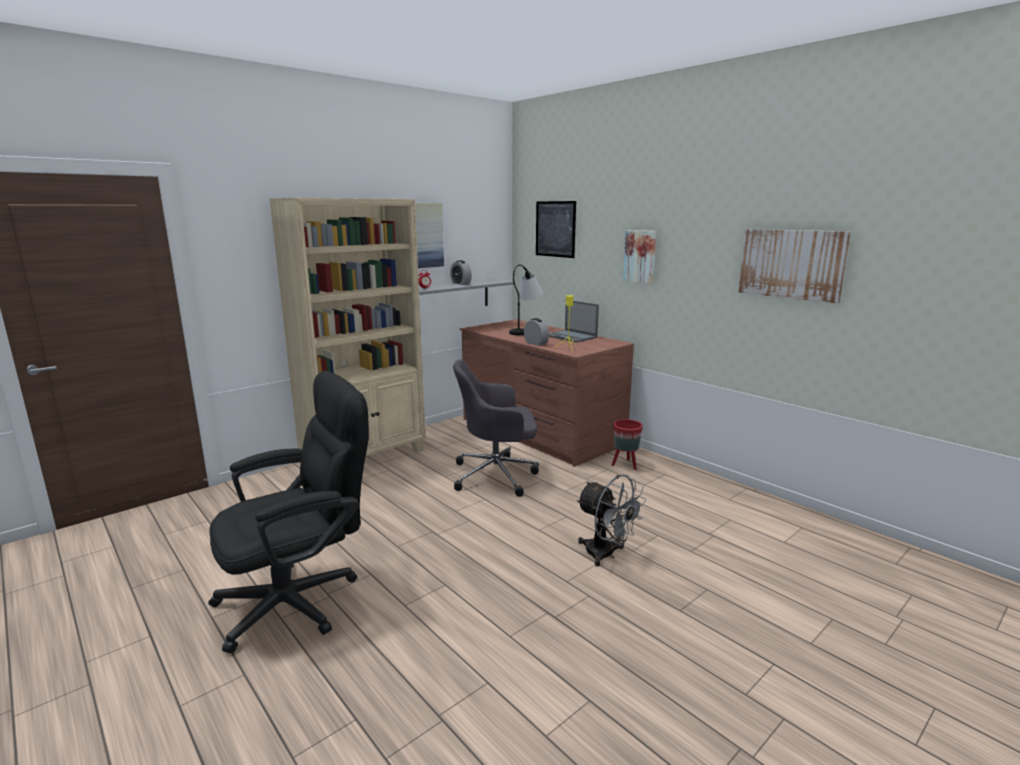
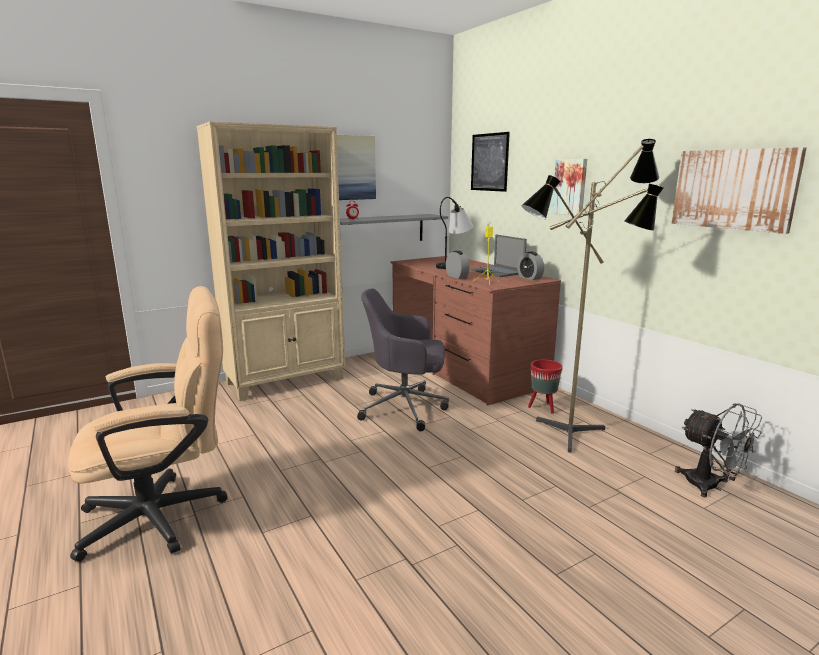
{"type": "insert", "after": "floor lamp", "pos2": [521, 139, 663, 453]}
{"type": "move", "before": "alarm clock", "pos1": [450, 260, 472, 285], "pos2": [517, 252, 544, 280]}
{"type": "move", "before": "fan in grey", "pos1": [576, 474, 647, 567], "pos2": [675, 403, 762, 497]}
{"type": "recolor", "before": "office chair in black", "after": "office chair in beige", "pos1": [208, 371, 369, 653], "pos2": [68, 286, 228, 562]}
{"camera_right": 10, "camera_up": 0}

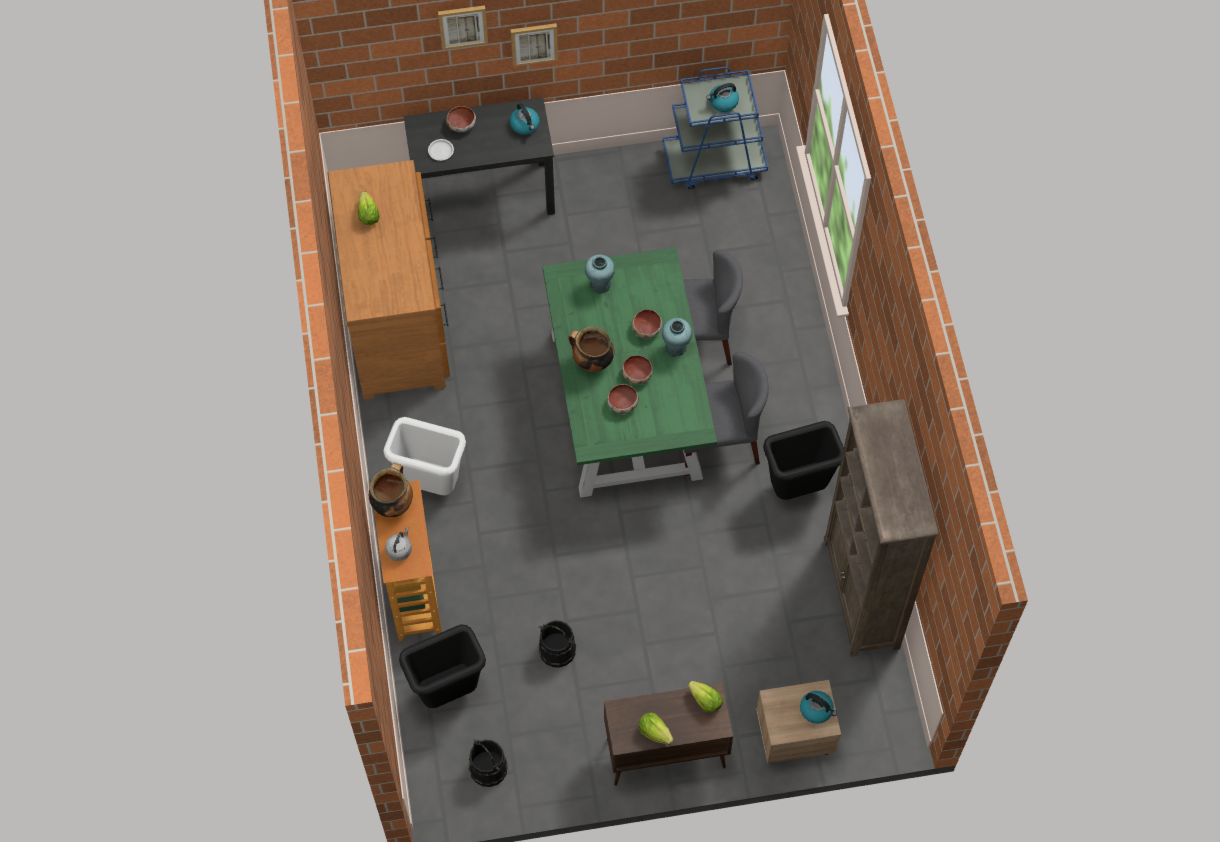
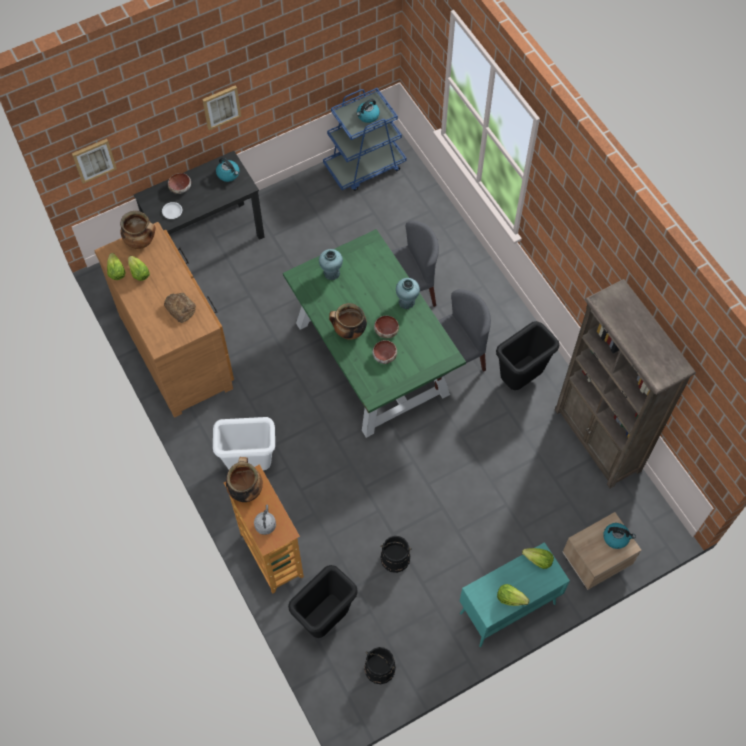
{"type": "delete", "before": "bowl", "pos1": [632, 309, 662, 338]}
{"type": "insert", "after": "lettuce", "pos2": [107, 253, 125, 280]}
{"type": "insert", "after": "cooking pot", "pos2": [120, 211, 156, 249]}
{"type": "insert", "after": "bread", "pos2": [164, 293, 196, 323]}
{"type": "move", "before": "picture", "pos1": [438, 5, 488, 50], "pos2": [72, 139, 117, 184]}
{"type": "recolor", "before": "cabinet in brown", "after": "cabinet in turquoise", "pos1": [604, 683, 733, 786], "pos2": [460, 542, 570, 647]}
{"camera_right": -20, "camera_up": 0}

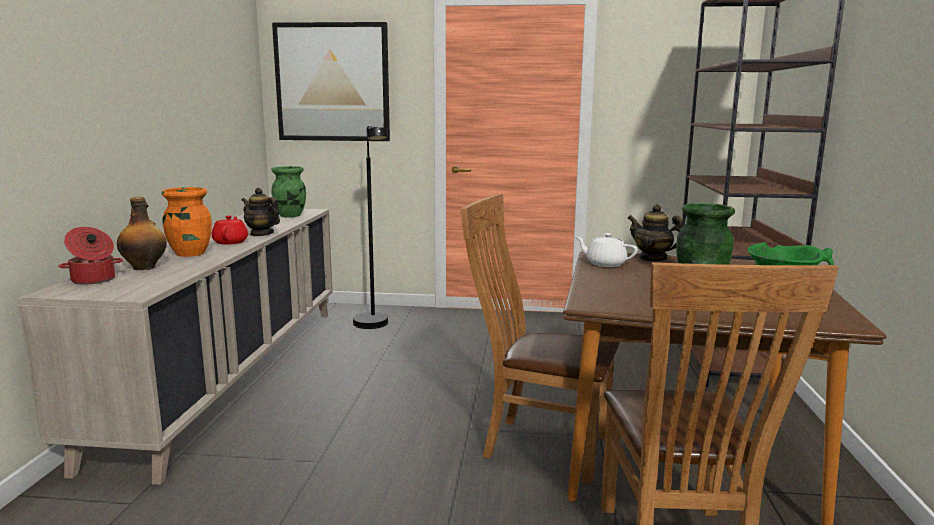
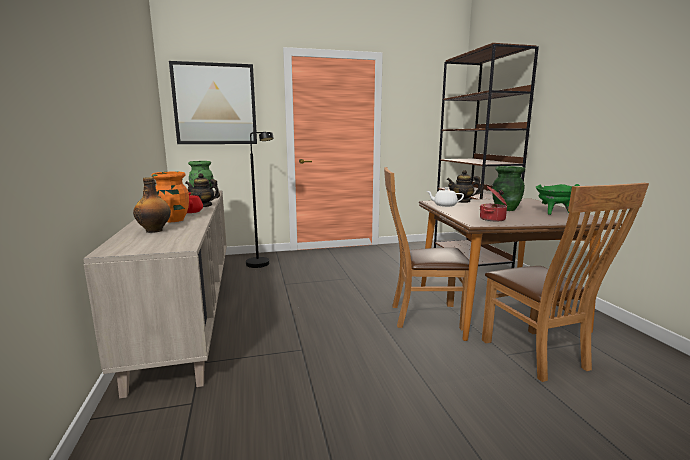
{"type": "move", "before": "cooking pot", "pos1": [58, 227, 123, 285], "pos2": [479, 186, 507, 221]}
{"camera_right": -20, "camera_up": 0}

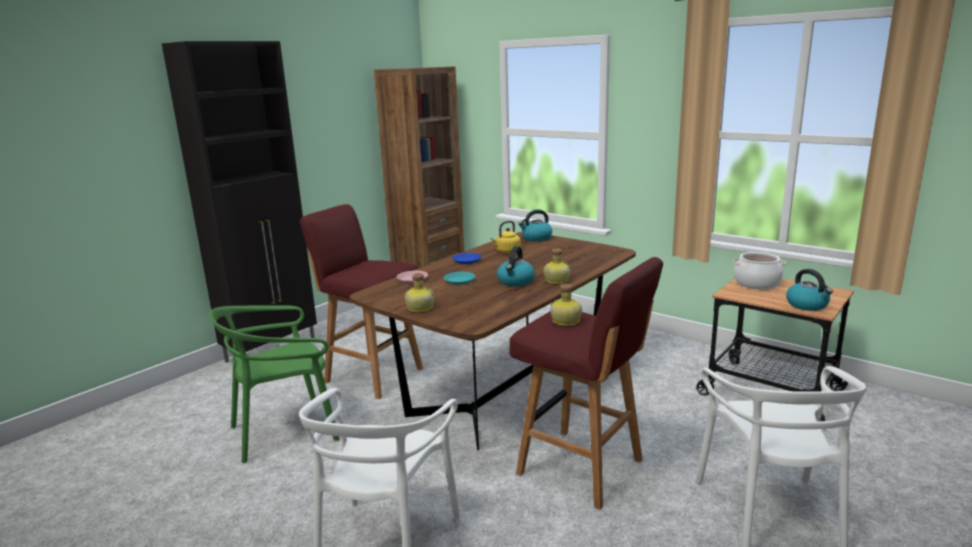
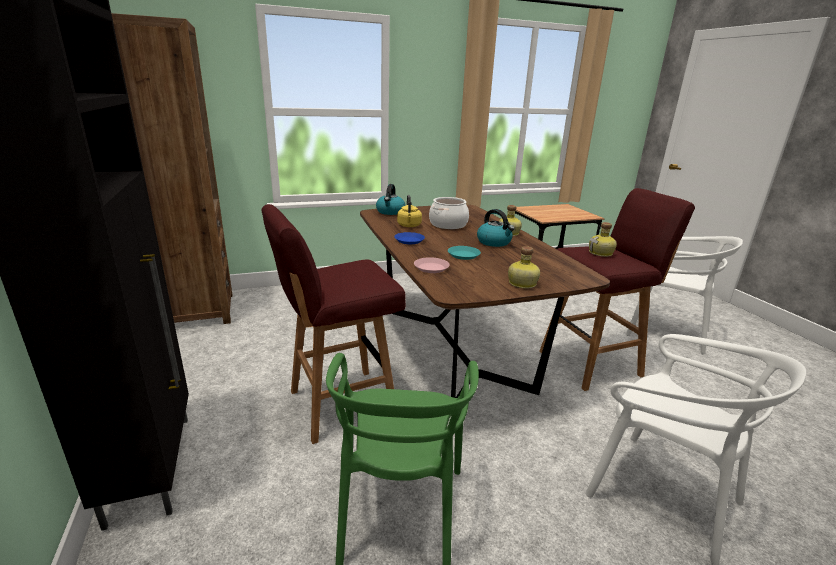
{"type": "delete", "before": "kettle", "pos1": [786, 269, 833, 311]}
{"type": "move", "before": "cooking pot", "pos1": [733, 252, 786, 290], "pos2": [429, 197, 469, 229]}
{"camera_right": -60, "camera_up": 5}

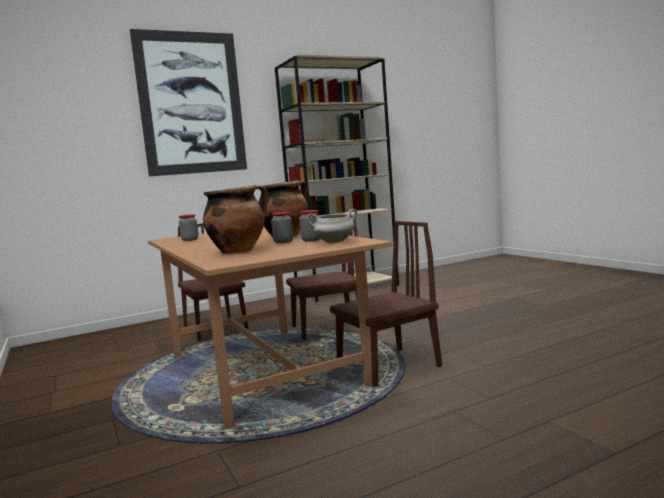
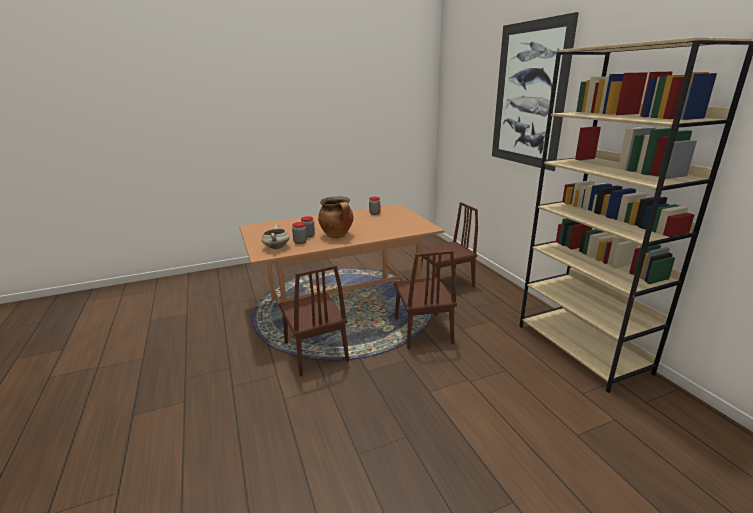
{"type": "delete", "before": "cooking pot", "pos1": [203, 185, 268, 254]}
{"camera_right": 95, "camera_up": 15}

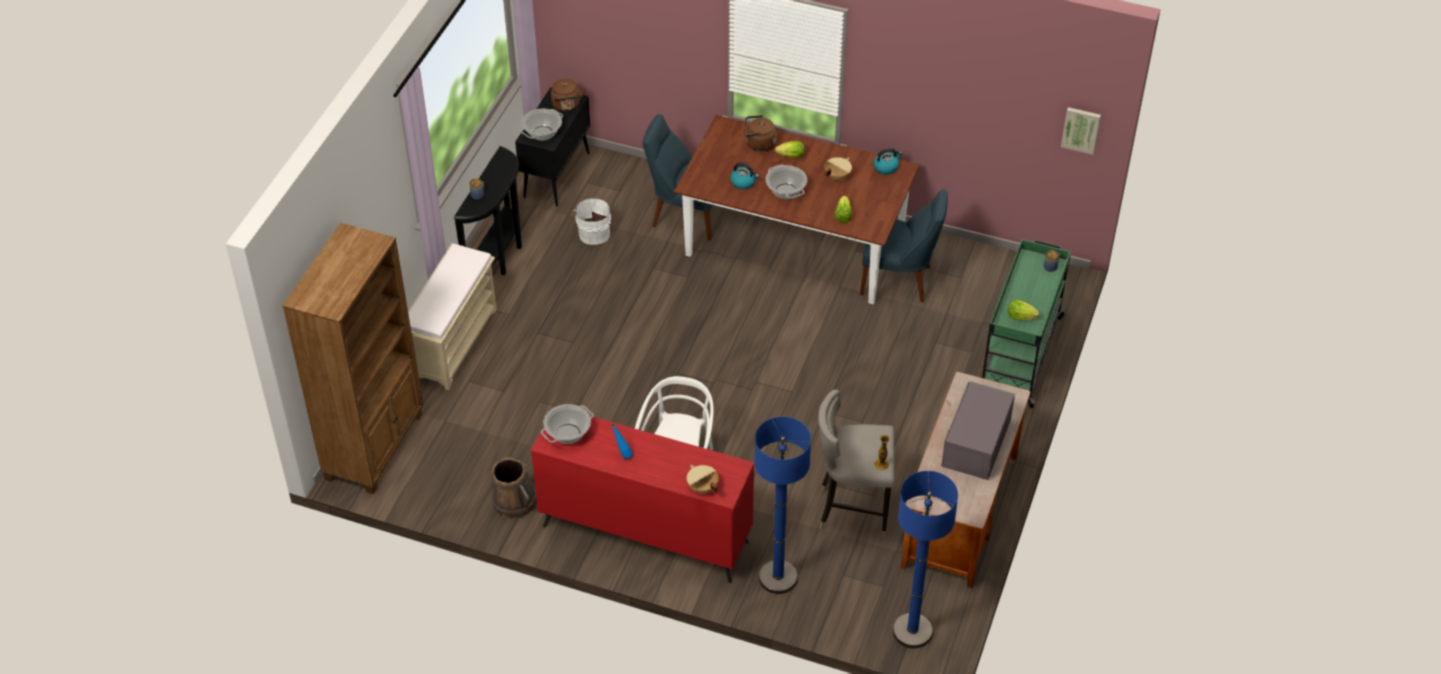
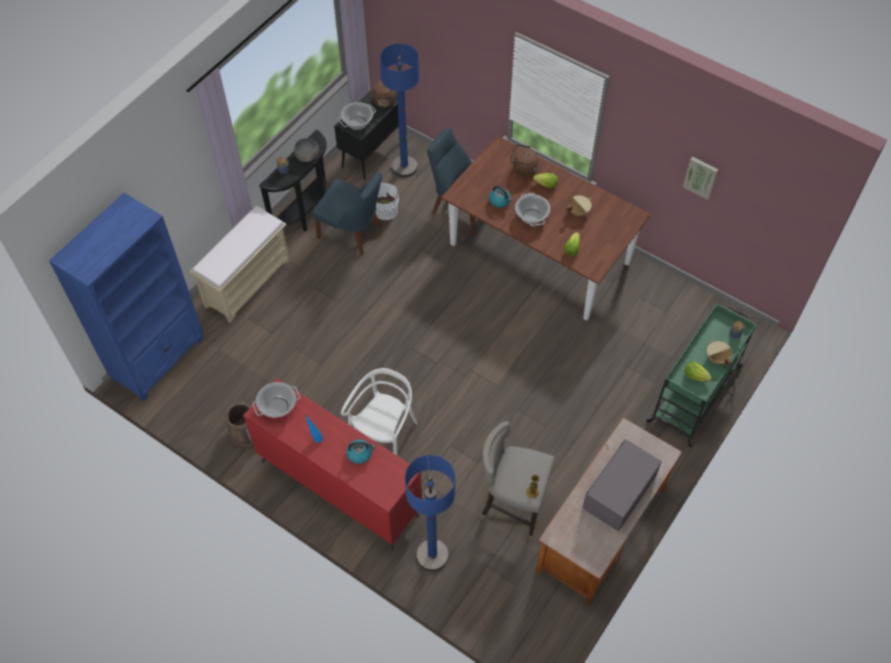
{"type": "insert", "after": "bowl in grey", "pos2": [294, 138, 319, 162]}
{"type": "move", "before": "cooking pot in beige", "pos1": [687, 465, 719, 494], "pos2": [707, 339, 732, 367]}
{"type": "move", "before": "chair in blue", "pos1": [860, 189, 948, 302], "pos2": [313, 171, 382, 256]}
{"type": "move", "before": "kettle", "pos1": [873, 148, 902, 175], "pos2": [346, 439, 375, 464]}
{"type": "move", "before": "floor lamp in blue", "pos1": [893, 471, 958, 648], "pos2": [380, 44, 419, 177]}
{"type": "move", "before": "picture", "pos1": [1061, 107, 1101, 155], "pos2": [683, 157, 719, 200]}
{"type": "recolor", "before": "bookcase in brown", "after": "bookcase in blue", "pos1": [282, 223, 423, 494], "pos2": [49, 193, 204, 401]}
{"camera_right": 15, "camera_up": 10}

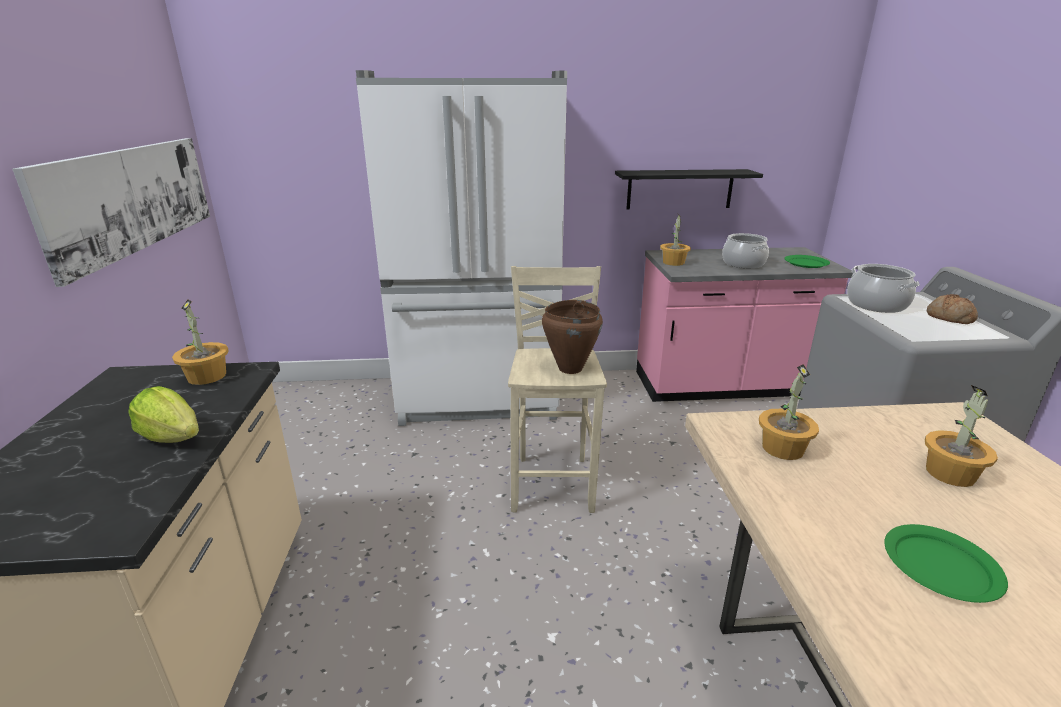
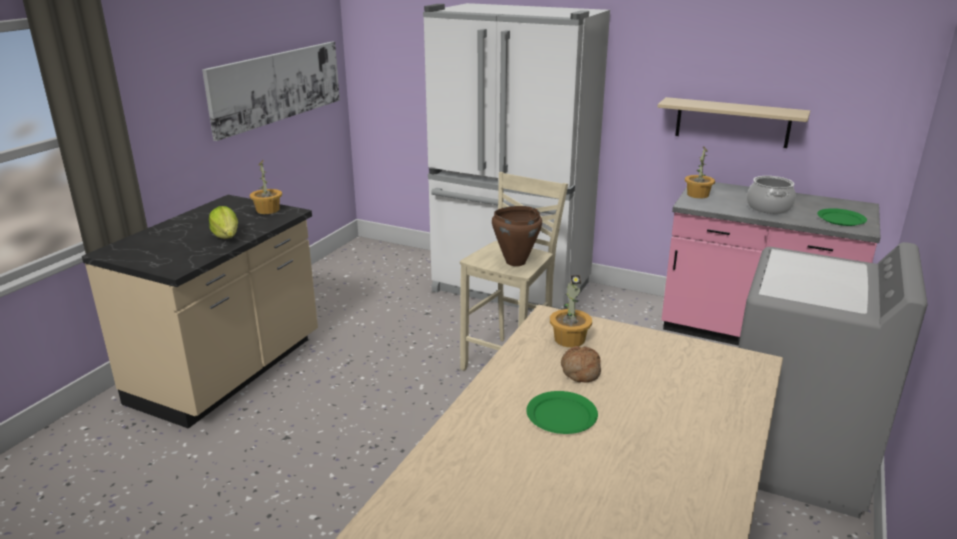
{"type": "delete", "before": "cooking pot", "pos1": [847, 264, 920, 313]}
{"type": "delete", "before": "potted plant", "pos1": [925, 385, 998, 487]}
{"type": "move", "before": "bread", "pos1": [927, 294, 978, 324], "pos2": [561, 346, 601, 383]}
{"type": "recolor", "before": "shelf in black", "after": "shelf in beige", "pos1": [615, 169, 763, 209], "pos2": [657, 97, 810, 148]}
{"camera_right": 30, "camera_up": 0}

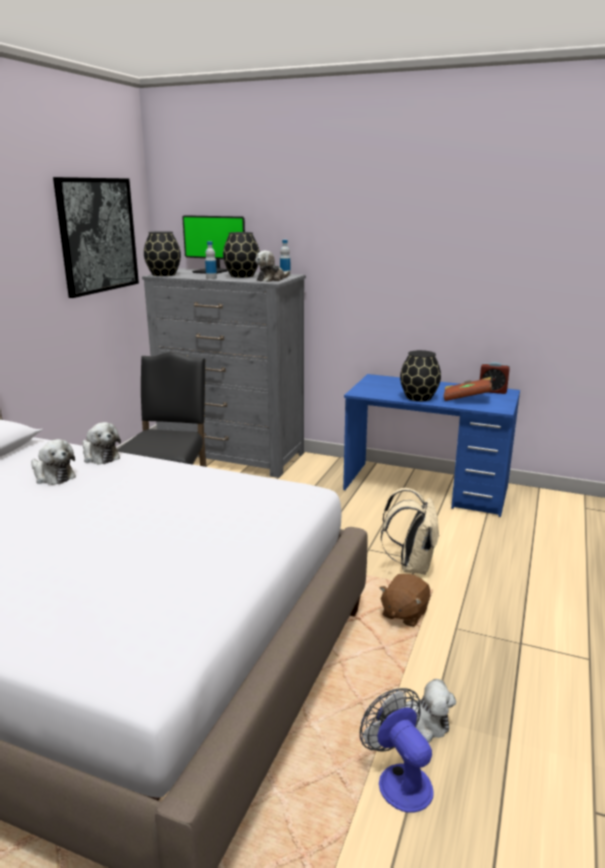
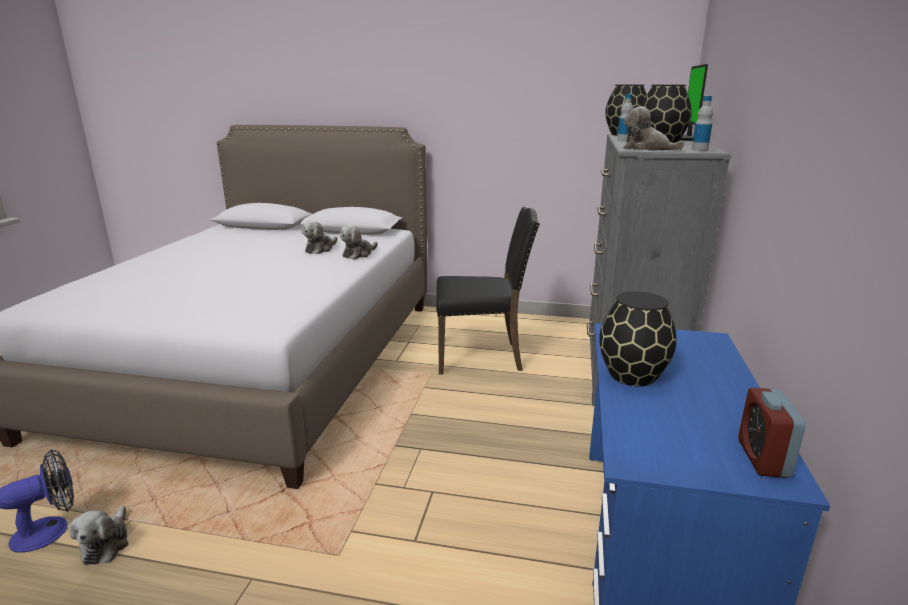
{"type": "delete", "before": "picture", "pos1": [53, 177, 139, 298]}
{"type": "delete", "before": "plush toy in brown", "pos1": [380, 574, 430, 627]}
{"type": "delete", "before": "backpack in beige", "pos1": [381, 488, 439, 575]}
{"type": "delete", "before": "book in brown", "pos1": [443, 377, 492, 401]}
{"camera_right": 80, "camera_up": 0}

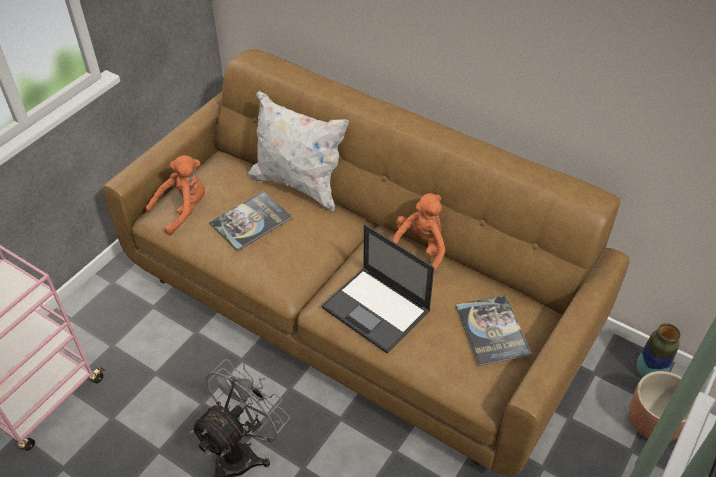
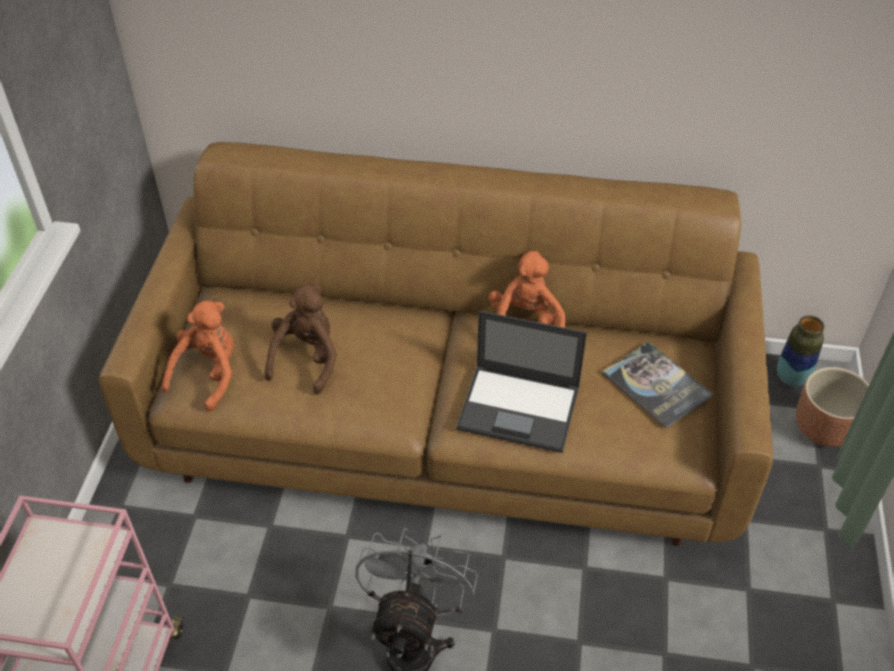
{"type": "delete", "before": "pillow in white", "pos1": [248, 91, 349, 212]}
{"type": "replace", "before": "book", "after": "plush toy in brown", "pos1": [210, 191, 292, 251], "pos2": [265, 284, 337, 394]}
{"camera_right": -25, "camera_up": 0}

